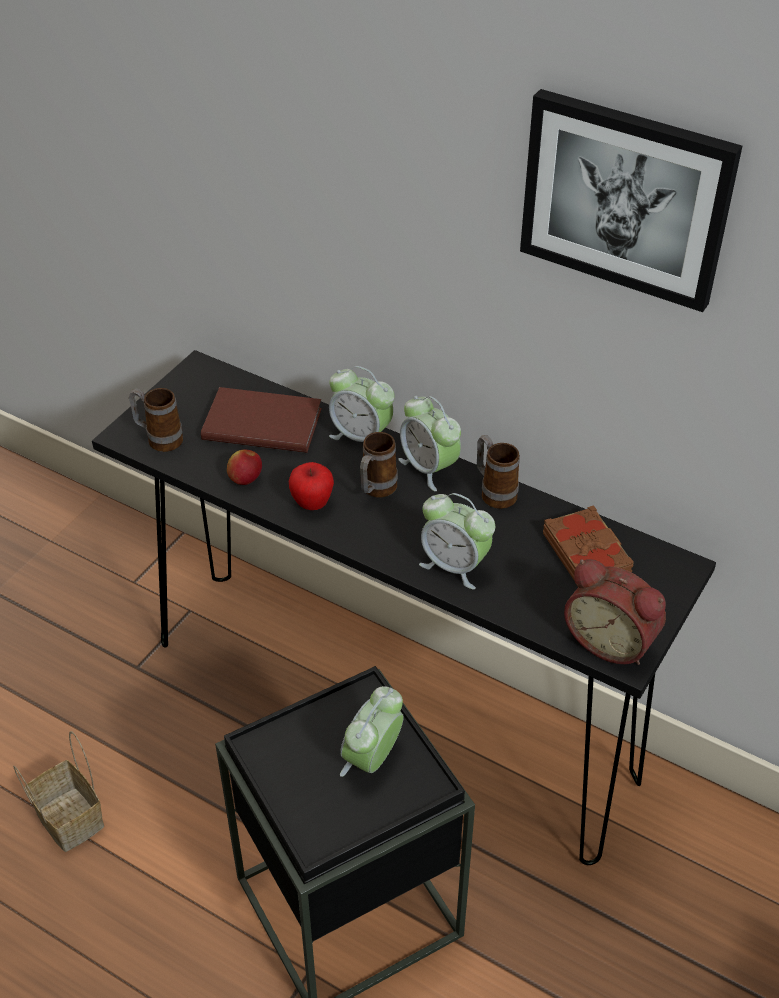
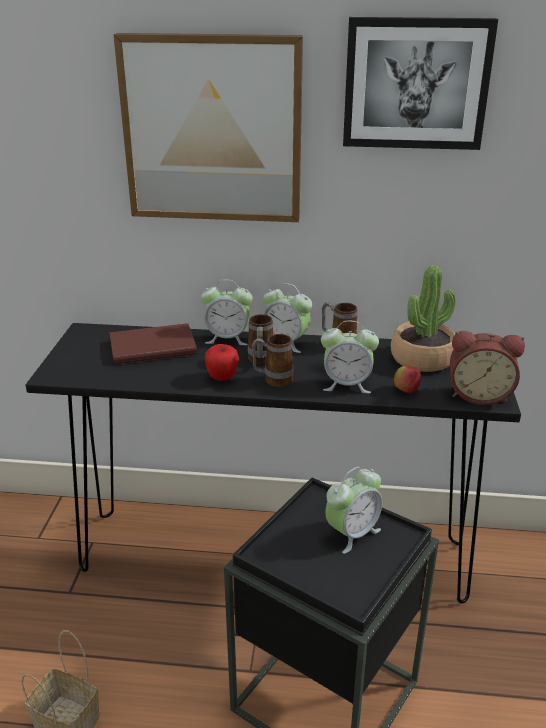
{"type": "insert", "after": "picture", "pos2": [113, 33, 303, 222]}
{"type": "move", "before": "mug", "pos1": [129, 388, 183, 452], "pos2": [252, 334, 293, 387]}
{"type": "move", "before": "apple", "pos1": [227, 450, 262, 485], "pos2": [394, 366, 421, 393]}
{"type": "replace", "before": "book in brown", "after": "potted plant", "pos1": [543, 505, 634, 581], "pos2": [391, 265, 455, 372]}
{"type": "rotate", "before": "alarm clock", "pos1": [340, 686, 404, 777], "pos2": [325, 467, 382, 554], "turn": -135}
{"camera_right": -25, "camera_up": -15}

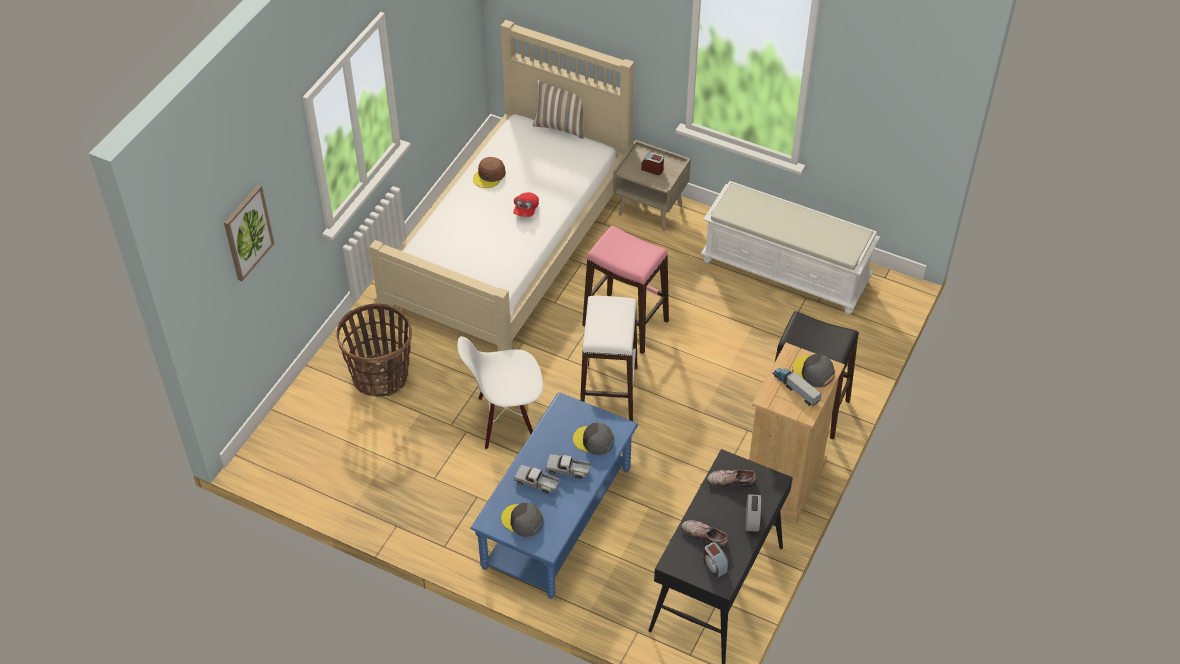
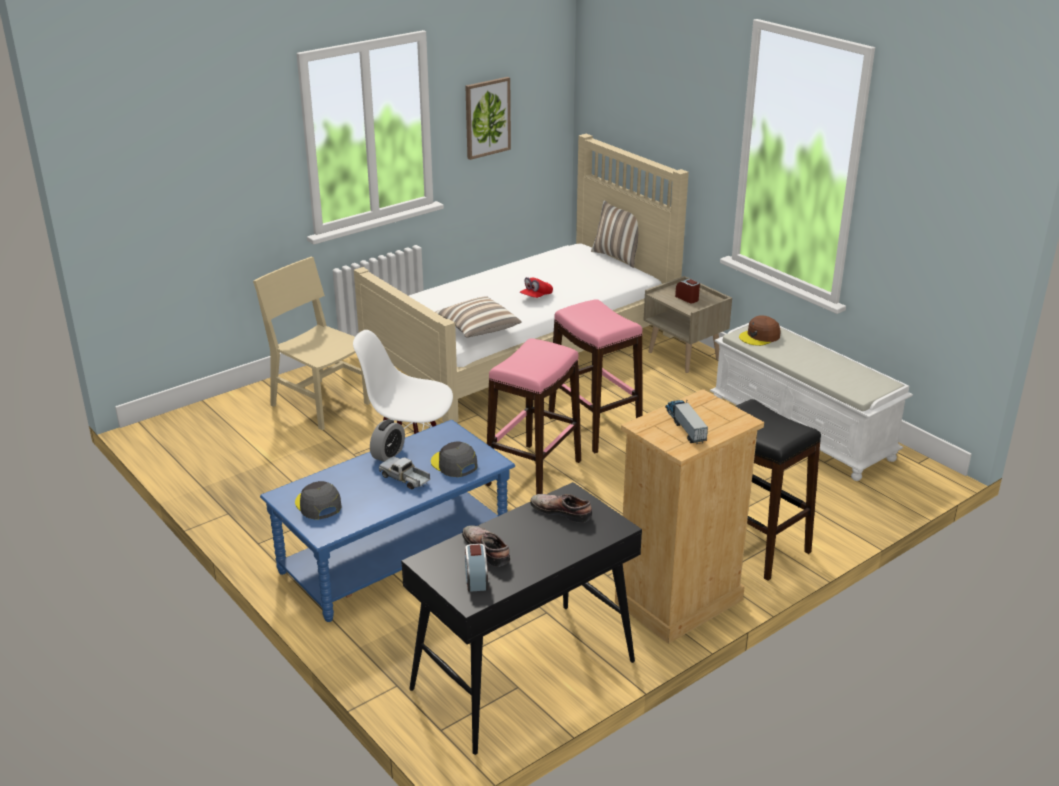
{"type": "delete", "before": "toy truck", "pos1": [514, 465, 559, 494]}
{"type": "delete", "before": "cap in grey", "pos1": [793, 354, 835, 388]}
{"type": "insert", "after": "pillow", "pos2": [436, 296, 522, 338]}
{"type": "move", "before": "picture", "pos1": [224, 185, 274, 281], "pos2": [465, 77, 511, 160]}
{"type": "move", "before": "cap in brown", "pos1": [473, 157, 506, 188], "pos2": [739, 316, 781, 346]}
{"type": "move", "before": "alarm clock", "pos1": [746, 494, 761, 532], "pos2": [370, 419, 405, 462]}
{"type": "replace", "before": "basket", "after": "chair in beige", "pos1": [336, 304, 412, 397], "pos2": [253, 257, 370, 430]}
{"type": "recolor", "before": "stool in white", "after": "stool in pink", "pos1": [580, 296, 637, 421], "pos2": [485, 338, 581, 495]}
{"camera_right": 25, "camera_up": -20}

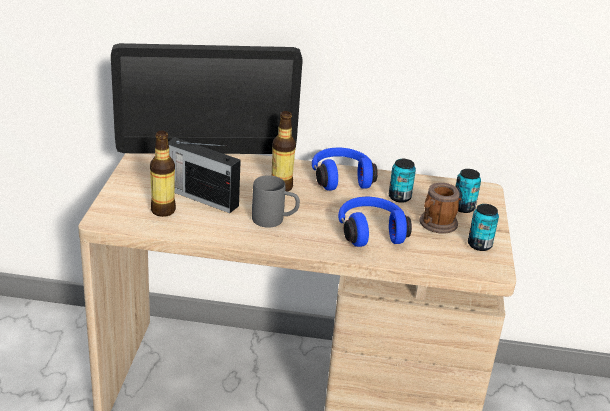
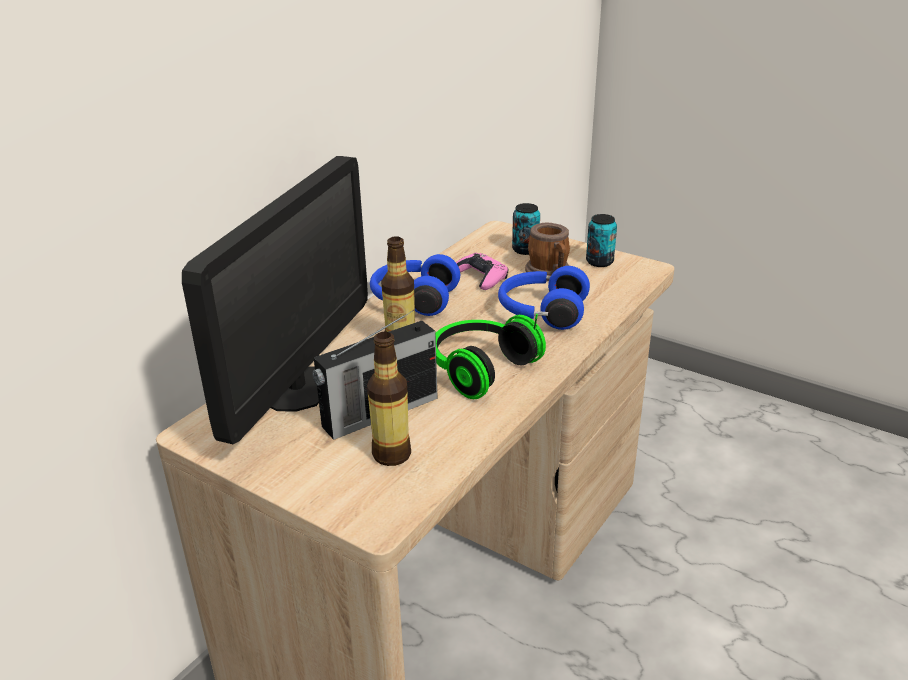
{"type": "replace", "before": "mug in grey", "after": "headphones", "pos1": [252, 175, 300, 228], "pos2": [436, 314, 546, 399]}
{"type": "replace", "before": "can", "after": "game controller in pink", "pos1": [389, 159, 416, 203], "pos2": [456, 253, 508, 290]}
{"camera_right": -60, "camera_up": 0}

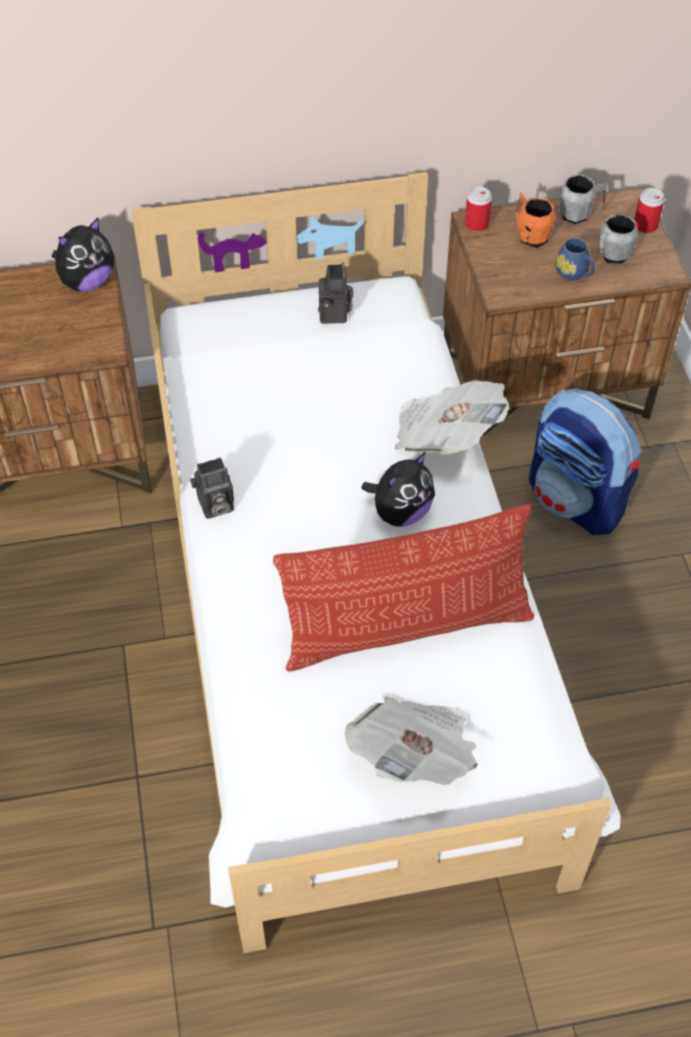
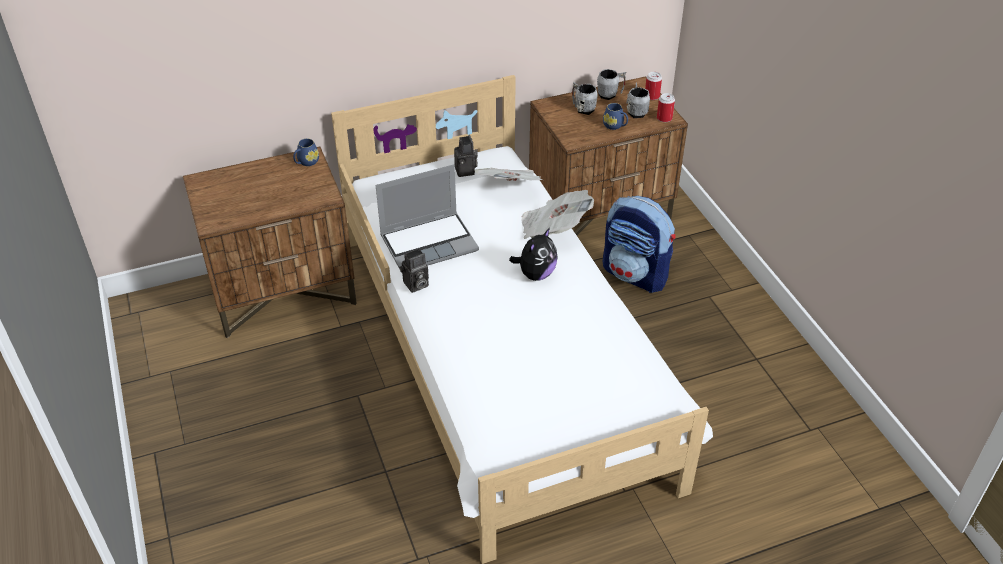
{"type": "delete", "before": "pillow", "pos1": [273, 504, 534, 672]}
{"type": "insert", "after": "laptop", "pos2": [376, 164, 479, 273]}
{"type": "move", "before": "newspaper", "pos1": [345, 696, 477, 785], "pos2": [474, 168, 543, 181]}
{"type": "move", "before": "can", "pos1": [465, 187, 492, 232], "pos2": [657, 93, 675, 122]}
{"type": "replace", "before": "plush toy", "after": "mug in blue", "pos1": [52, 218, 114, 292], "pos2": [293, 138, 319, 166]}
{"type": "recolor", "before": "mug in orange", "after": "mug in grey", "pos1": [517, 192, 555, 248], "pos2": [572, 82, 598, 115]}
{"camera_right": -10, "camera_up": -10}

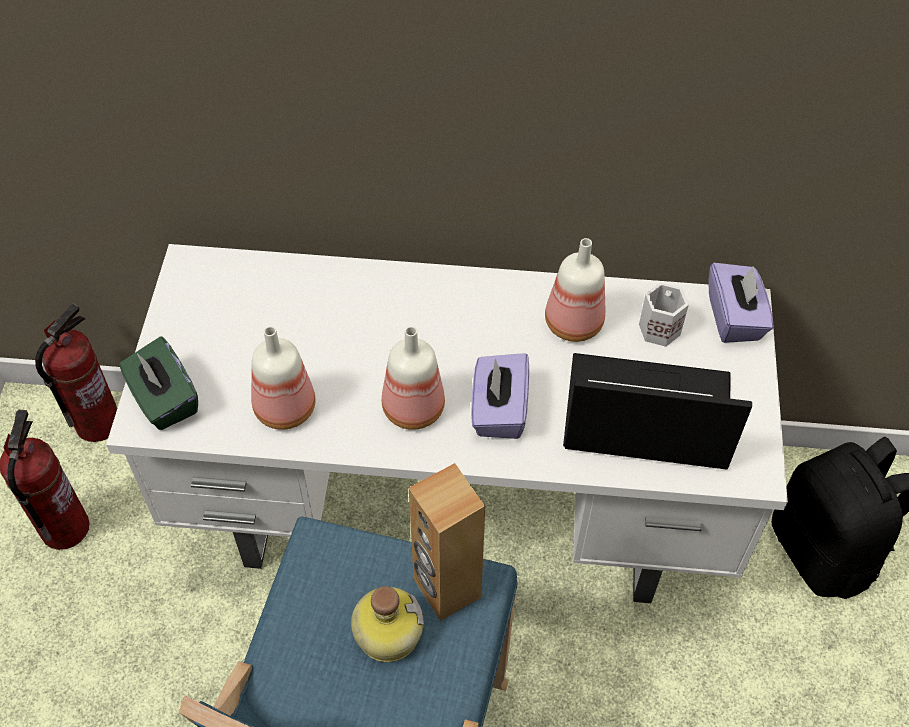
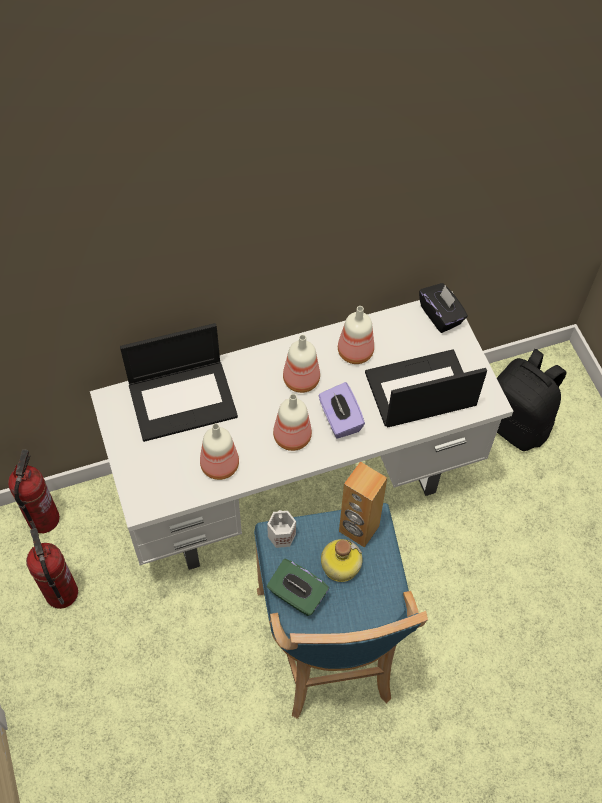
{"type": "insert", "after": "laptop", "pos2": [120, 323, 238, 442]}
{"type": "insert", "after": "bottle", "pos2": [283, 335, 320, 393]}
{"type": "move", "before": "tissue box in green", "pos1": [119, 337, 198, 430], "pos2": [267, 559, 329, 616]}
{"type": "move", "before": "mug in white", "pos1": [639, 283, 689, 347], "pos2": [267, 510, 296, 548]}
{"type": "recolor", "before": "tissue box in purple", "after": "tissue box in black", "pos1": [709, 263, 774, 343], "pos2": [419, 283, 468, 333]}
{"camera_right": -25, "camera_up": 5}

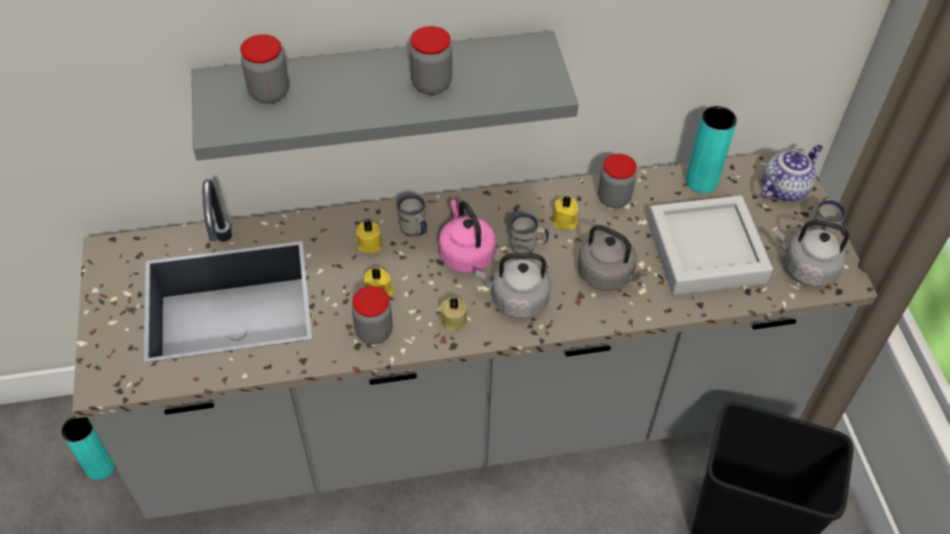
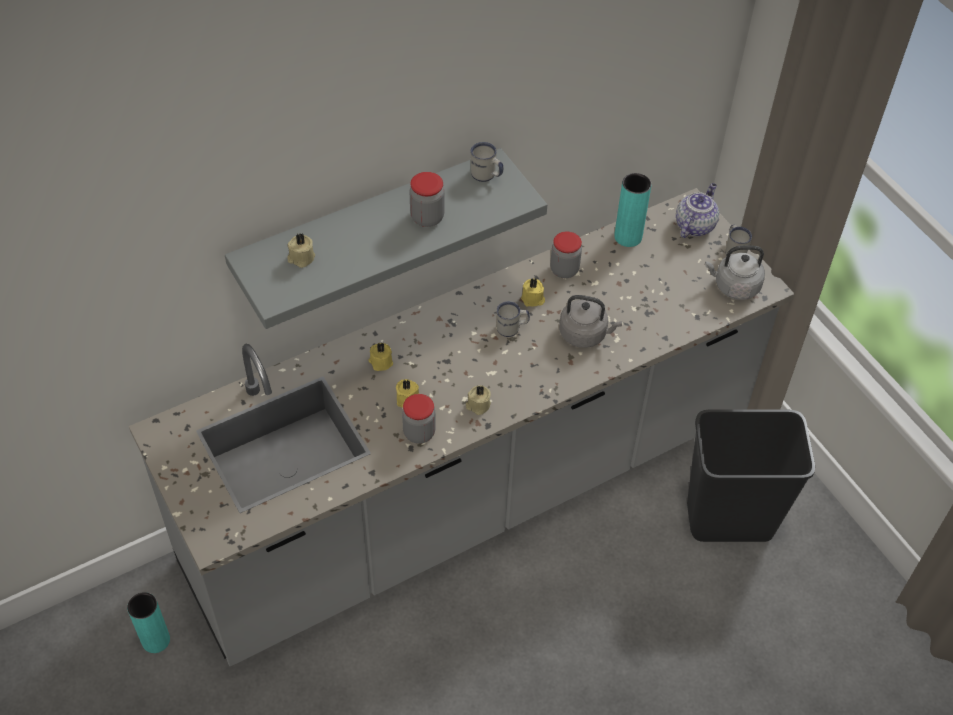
{"type": "delete", "before": "kettle in pink", "pos1": [439, 199, 496, 273]}
{"type": "delete", "before": "kettle in grey", "pos1": [476, 253, 551, 319]}
{"type": "delete", "before": "tray in grey", "pos1": [648, 195, 773, 295]}
{"type": "move", "before": "mug in white", "pos1": [397, 194, 427, 236], "pos2": [470, 142, 503, 182]}
{"type": "replace", "before": "jar", "after": "candle in beige", "pos1": [240, 34, 289, 104], "pos2": [288, 233, 315, 268]}
{"camera_right": -20, "camera_up": 0}

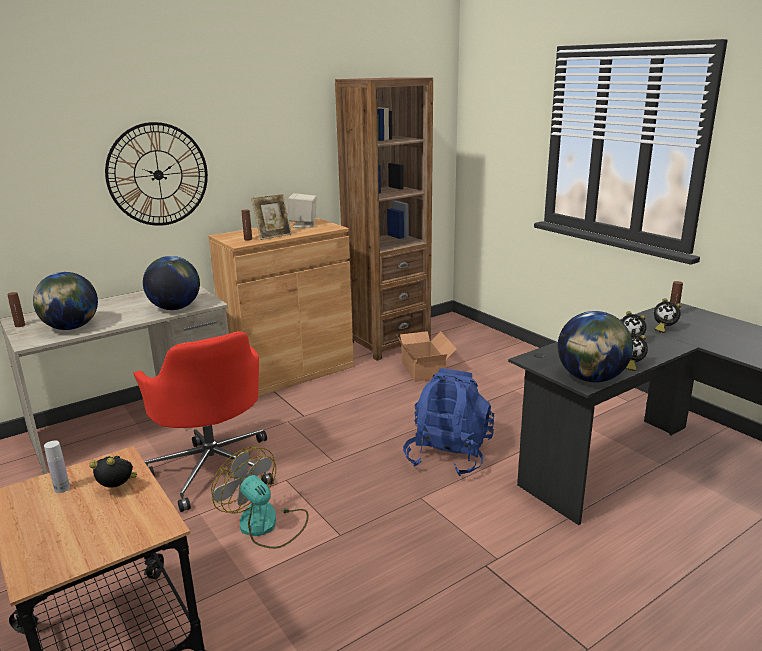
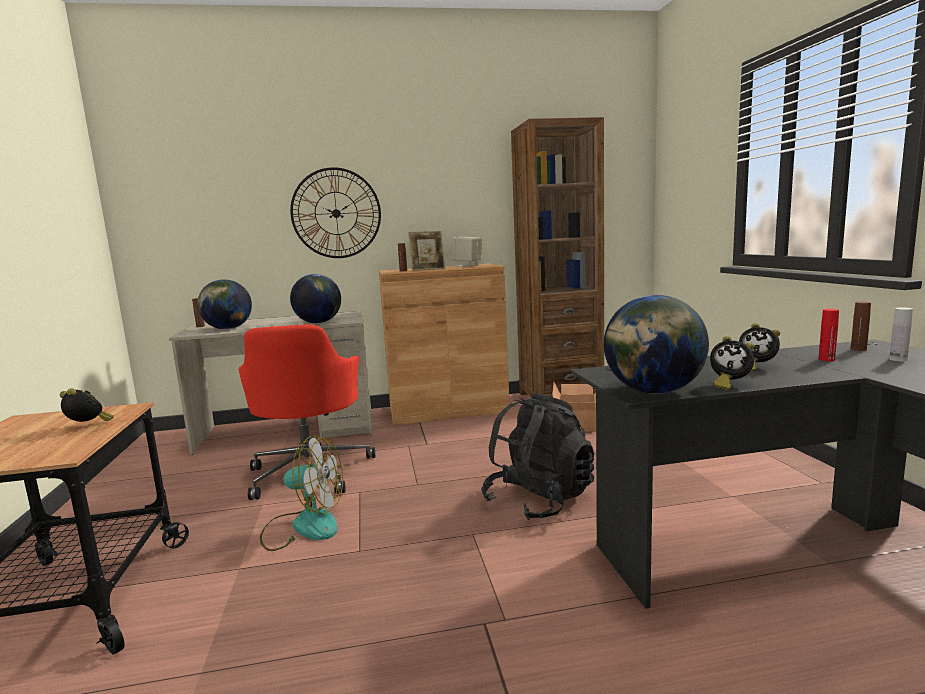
{"type": "move", "before": "bottle in white", "pos1": [44, 440, 70, 493], "pos2": [889, 308, 913, 361]}
{"type": "replace", "before": "alarm clock", "after": "bottle in red", "pos1": [654, 298, 681, 333], "pos2": [819, 309, 839, 361]}
{"type": "recolor", "before": "backpack in blue", "after": "backpack in black", "pos1": [403, 368, 494, 476], "pos2": [481, 393, 594, 520]}
{"type": "rotate", "before": "fan", "pos1": [211, 447, 309, 549], "pos2": [260, 435, 343, 551], "turn": 120}
{"camera_right": 25, "camera_up": -10}

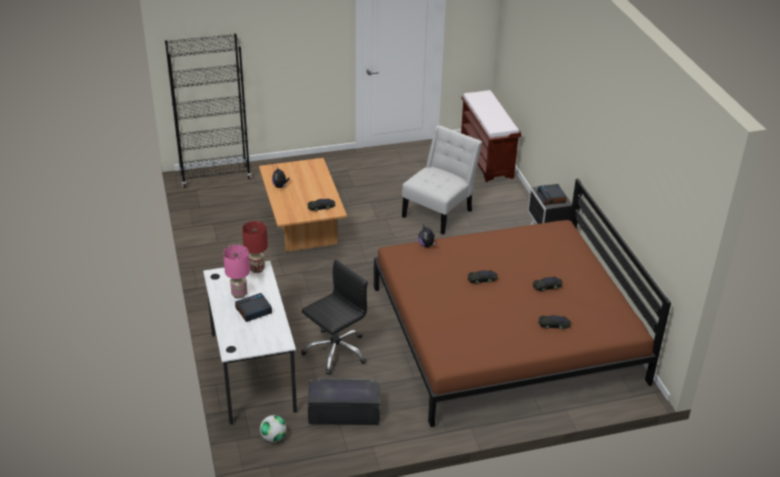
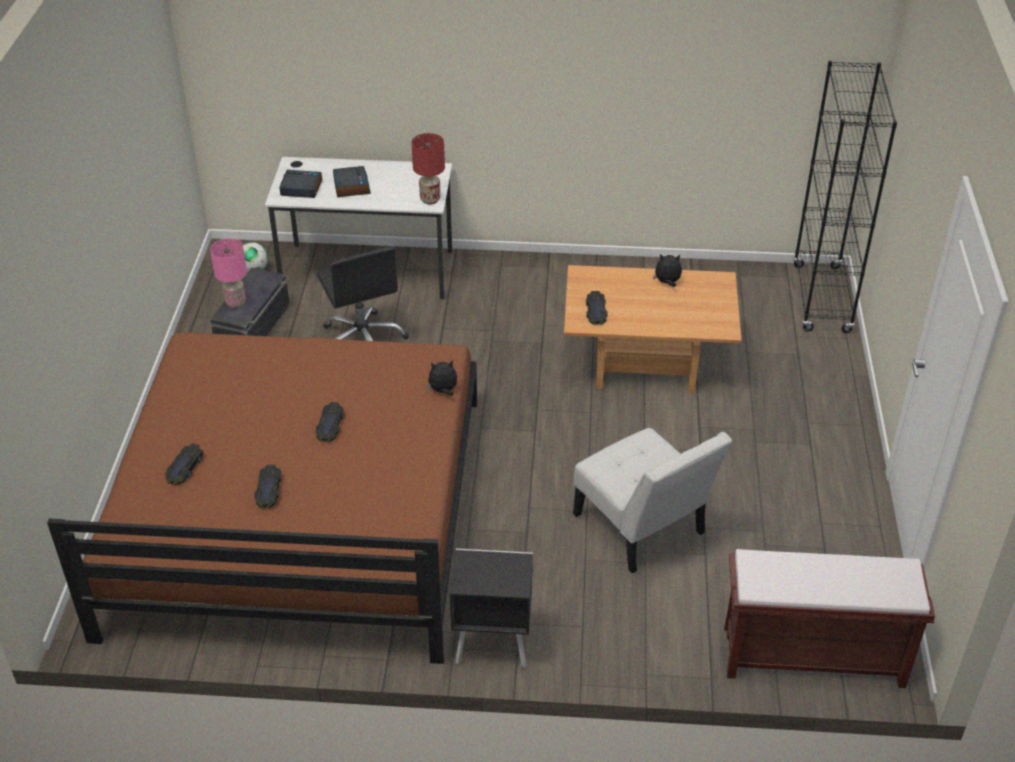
{"type": "move", "before": "table lamp in pink", "pos1": [223, 245, 250, 299], "pos2": [210, 238, 247, 308]}
{"type": "move", "before": "alarm clock", "pos1": [537, 184, 567, 205], "pos2": [279, 170, 322, 198]}
{"camera_right": 110, "camera_up": 5}

